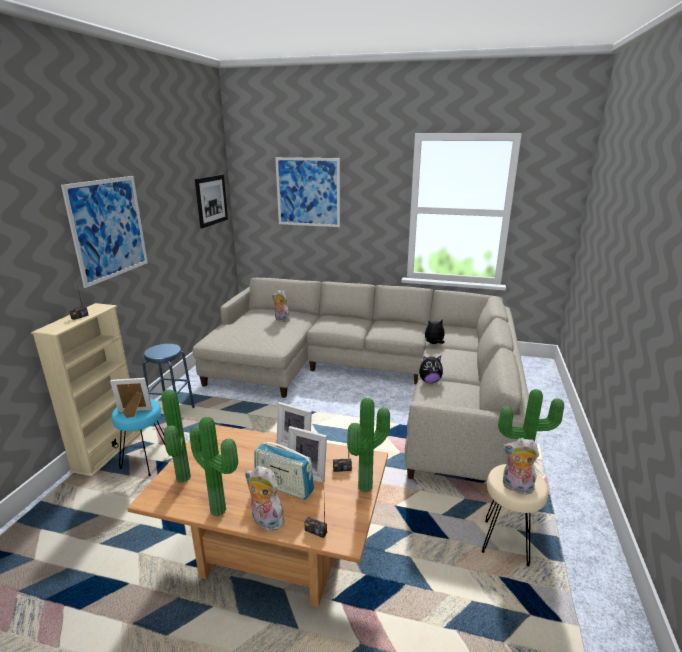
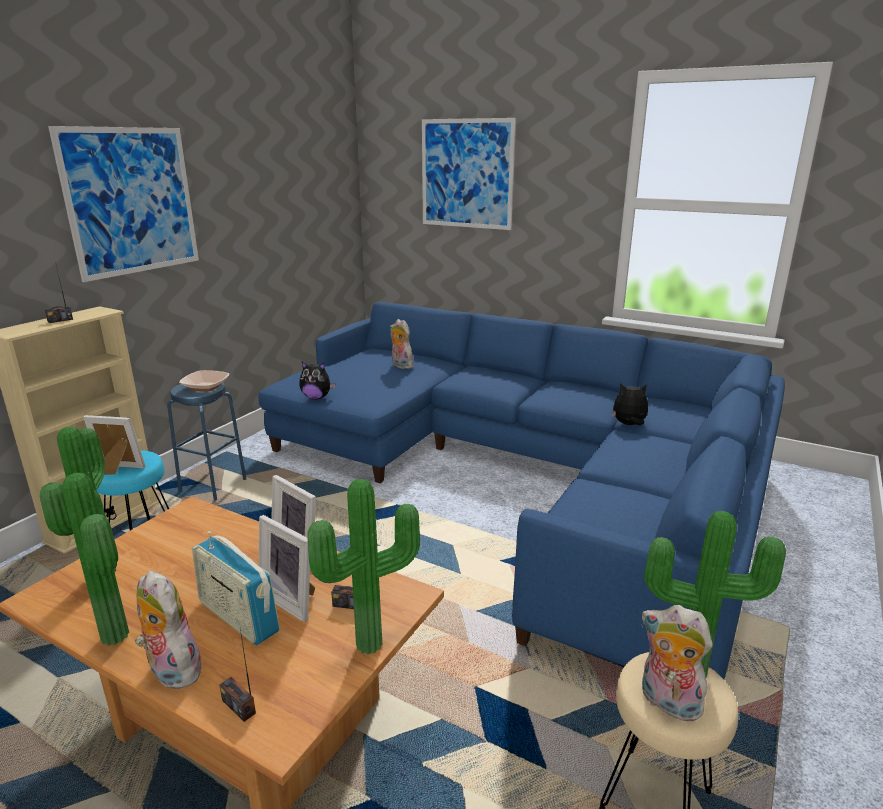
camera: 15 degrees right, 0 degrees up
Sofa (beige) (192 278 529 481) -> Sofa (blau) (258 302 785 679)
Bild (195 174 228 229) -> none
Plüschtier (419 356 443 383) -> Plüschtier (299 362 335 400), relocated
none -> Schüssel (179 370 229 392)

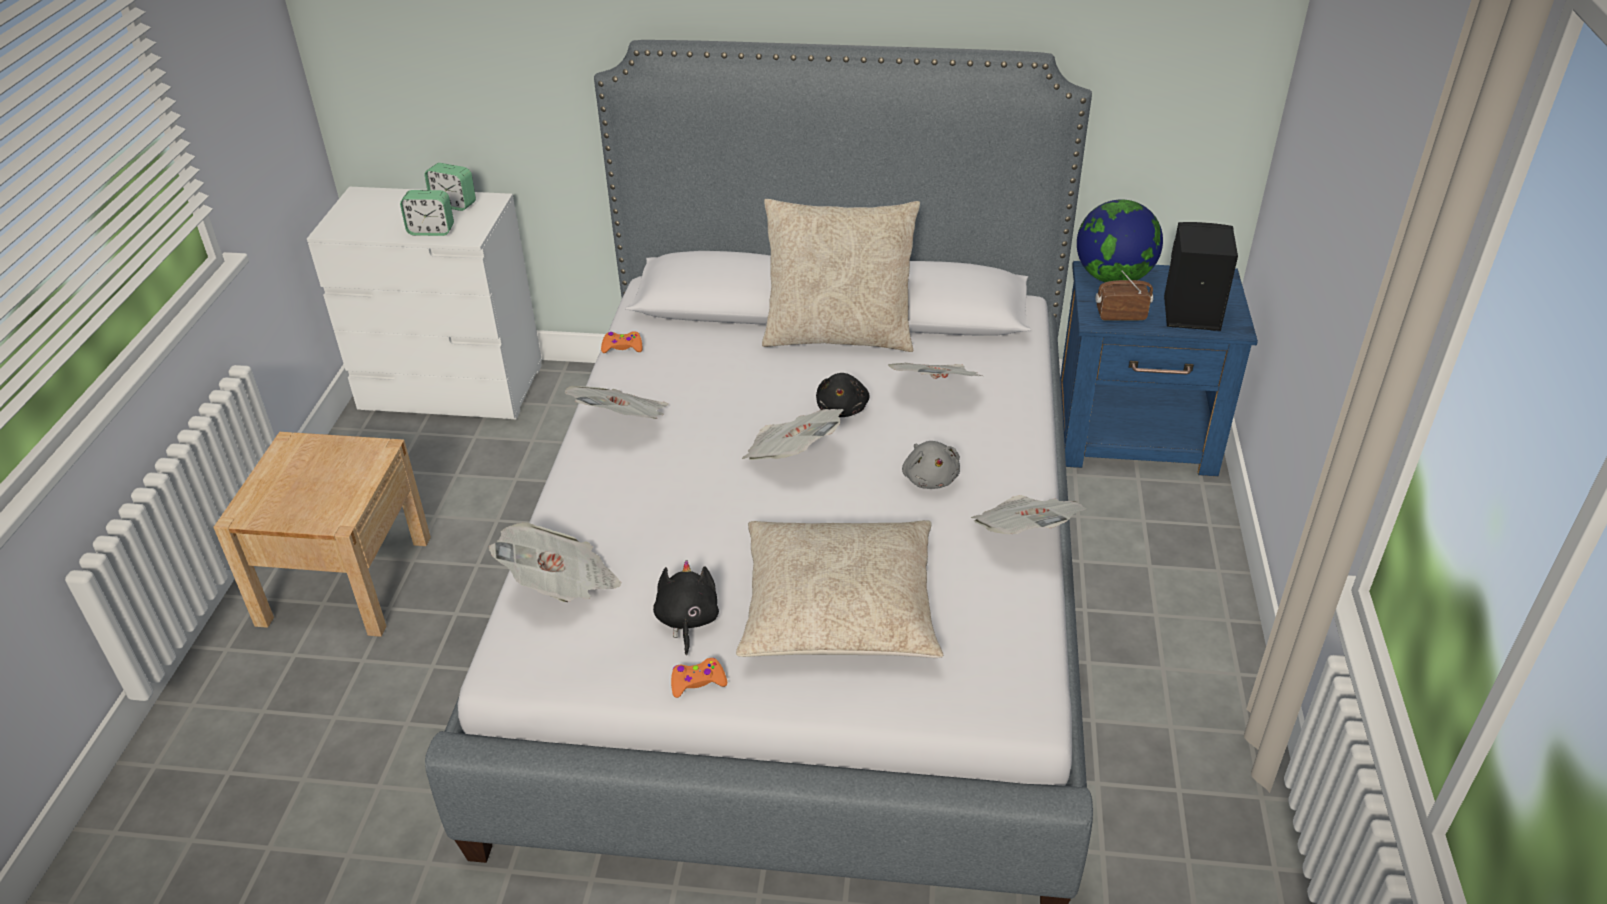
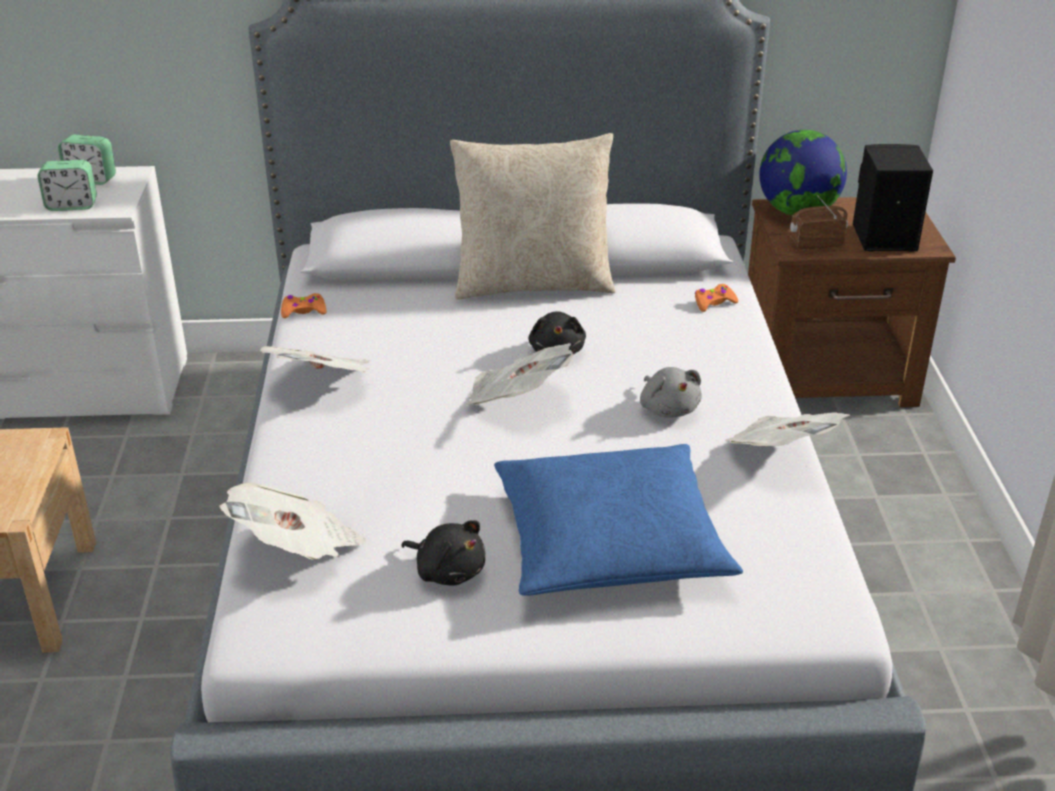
camera: 10 degrees left, 5 degrees down
Plüschtier (schwarz) (653 560 719 656) -> Plüschtier (schwarz) (401 520 485 585), 135 degrees clockwise
Gamepad (orange) (671 658 727 698) -> Gamepad (orange) (695 284 738 312), relocated
Kissen (beige) (736 520 943 658) -> Kissen (blau) (494 444 743 596)
Zeitung (888 363 982 379) -> none
Nachttisch (blau) (1060 261 1258 476) -> Nachttisch (braun) (748 197 956 407)

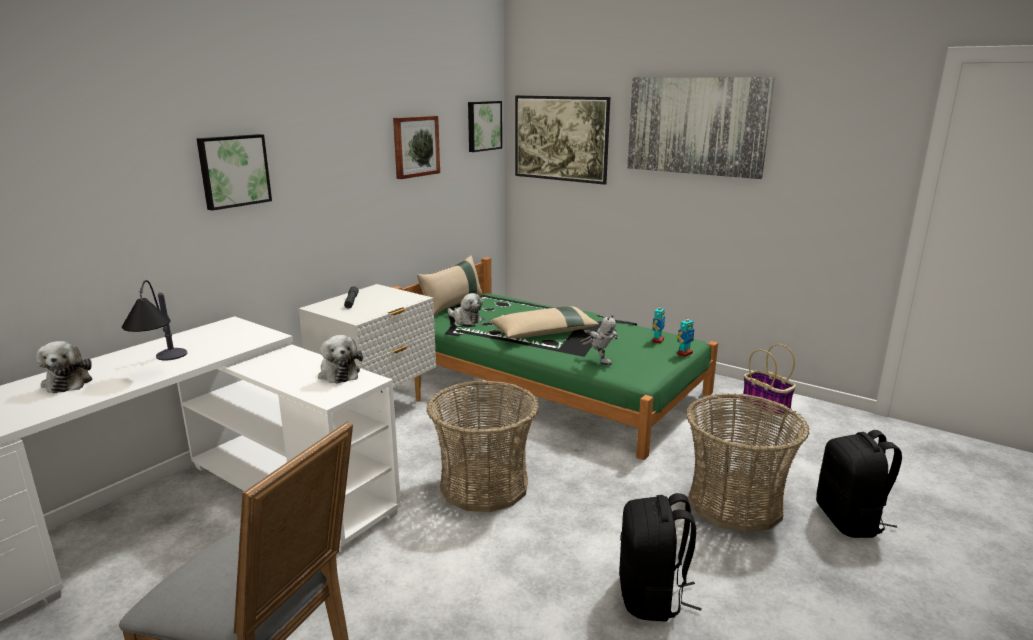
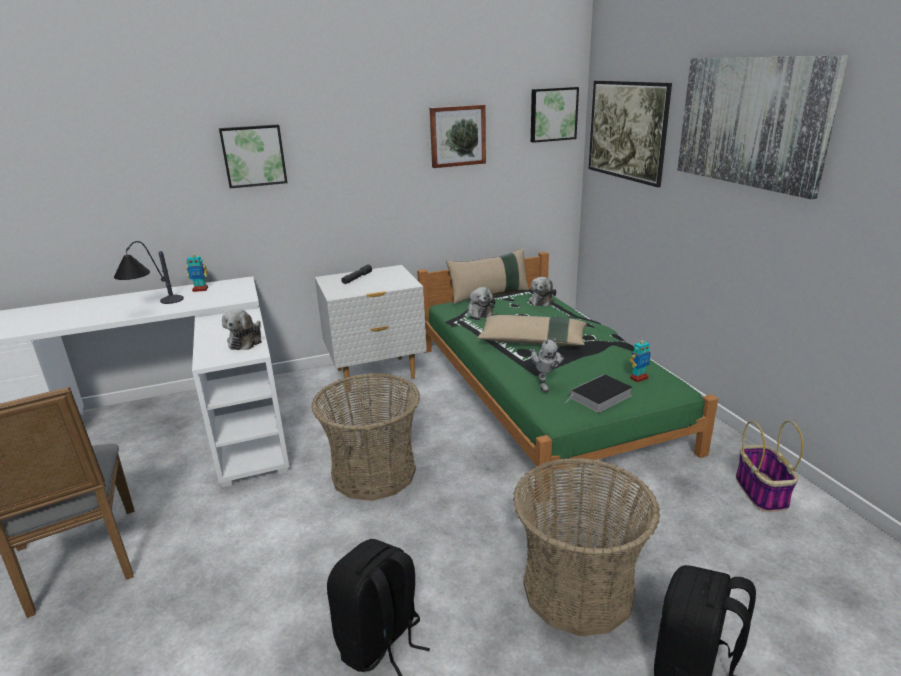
camera: 35 degrees right, 5 degrees up
Plüschtier (36 341 93 393) -> Plüschtier (529 277 556 306), relocated
Spielzeugroboter (677 317 694 357) -> Spielzeugroboter (186 254 208 292), relocated
none -> Buch (565 374 633 413)

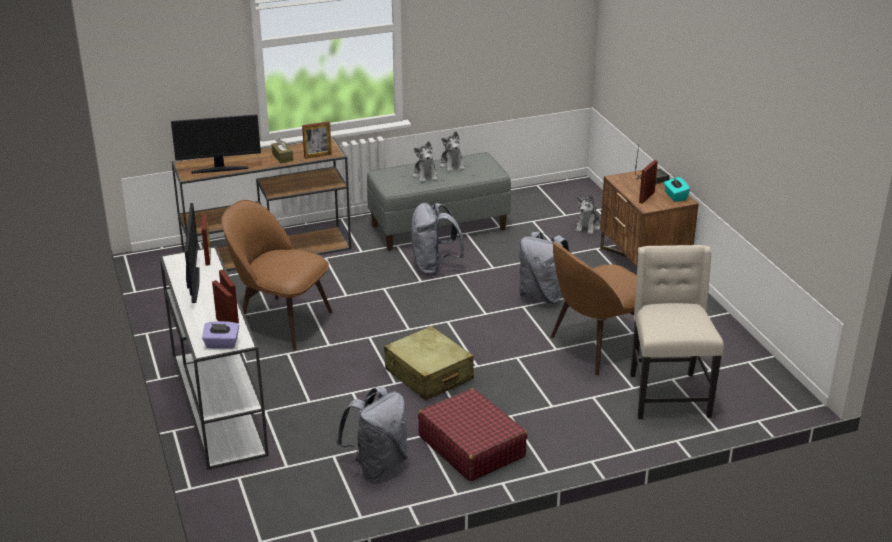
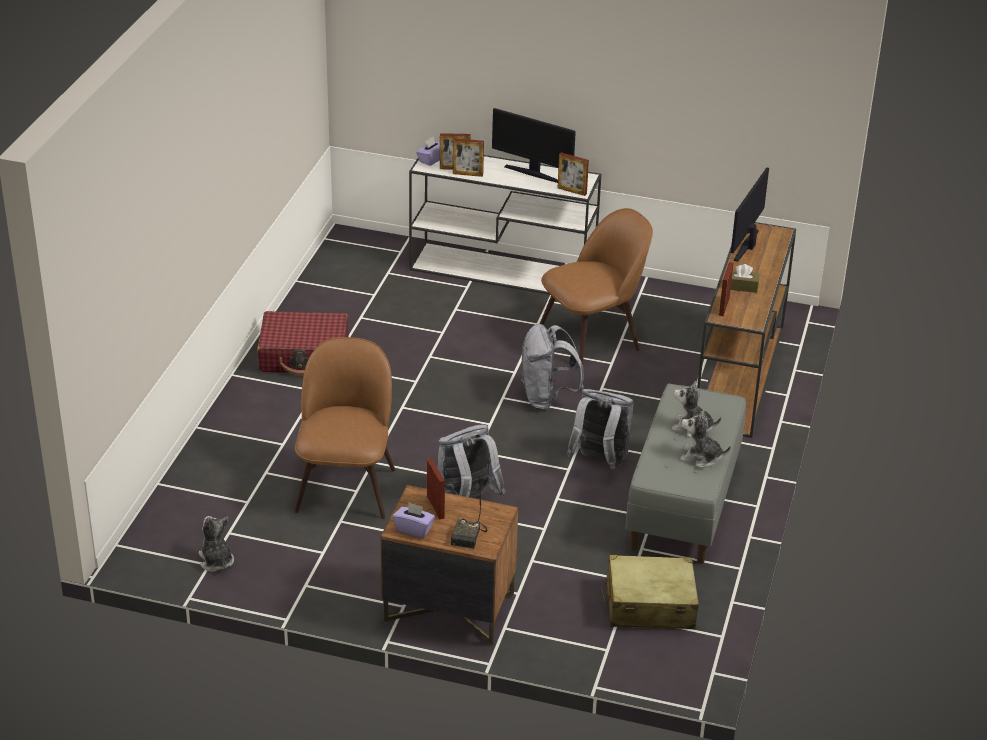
camera: 125 degrees right, 5 degrees up
Rucksack (grau) (336 387 408 479) -> Rucksack (grau) (521 324 584 411), relocated
Koffer (beige) (384 326 474 400) -> Koffer (beige) (601 555 699 629), relocated
Plüschtier (575 195 600 235) -> Plüschtier (198 516 234 572), relocated
Stuhl (beige) (630 245 724 419) -> none
Taschentuchbox (türkis) (664 176 690 202) -> Taschentuchbox (lila) (393 503 435 538)

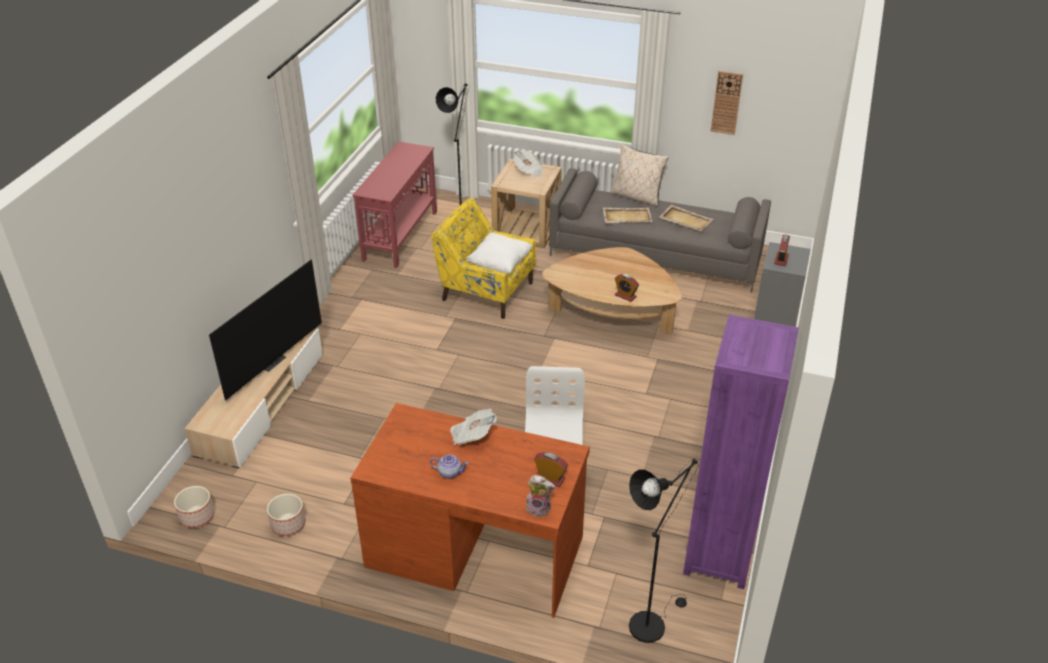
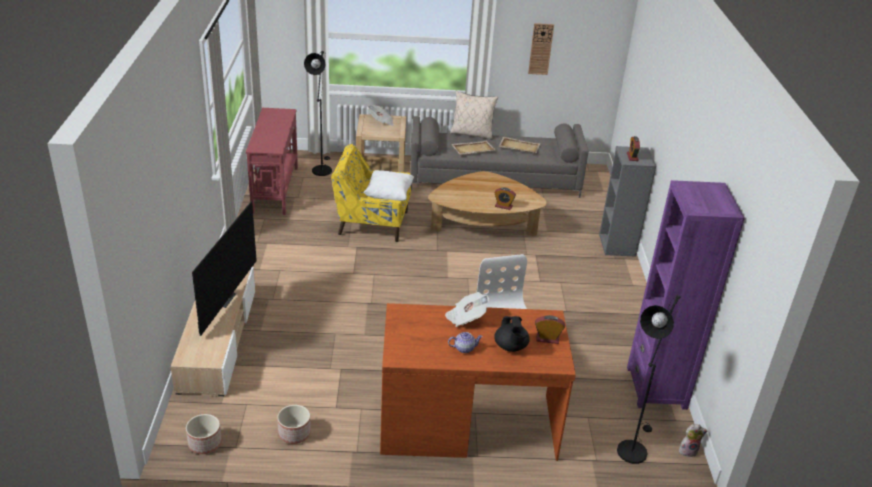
camera: 20 degrees left, 5 degrees down
Plüschtier (526 475 555 517) -> Plüschtier (679 424 707 457), relocated
none -> Teekanne (schwarz) (494 316 530 352)

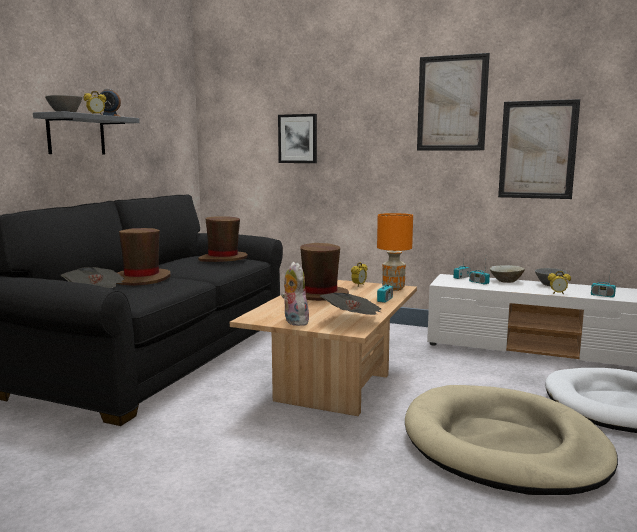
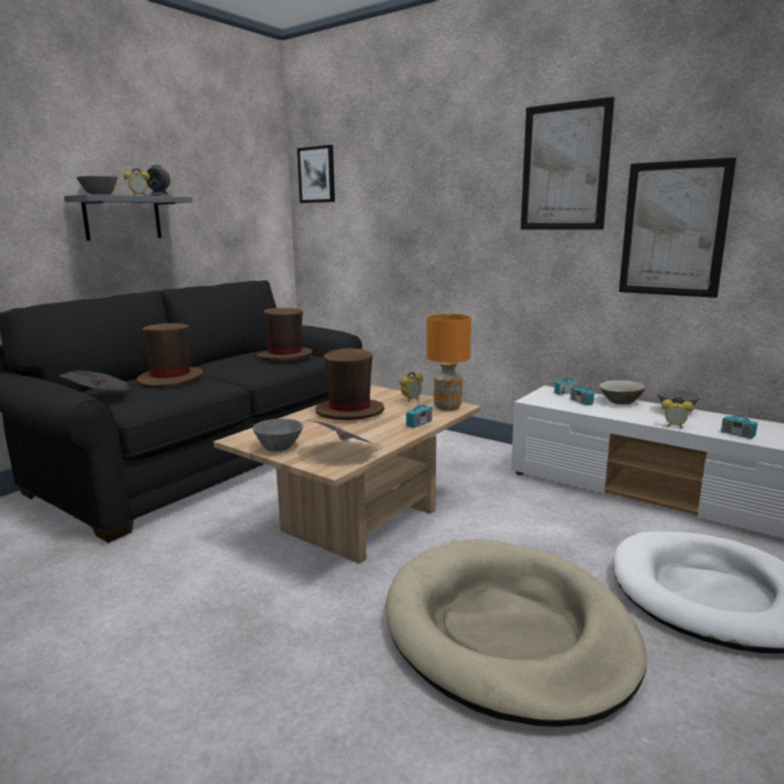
camera: 15 degrees right, 5 degrees up
Bild (278 114 317 163) -> Bild (297 145 335 203), relocated
Plüschtier (281 262 309 326) -> Schüssel (grau) (253 419 303 452)

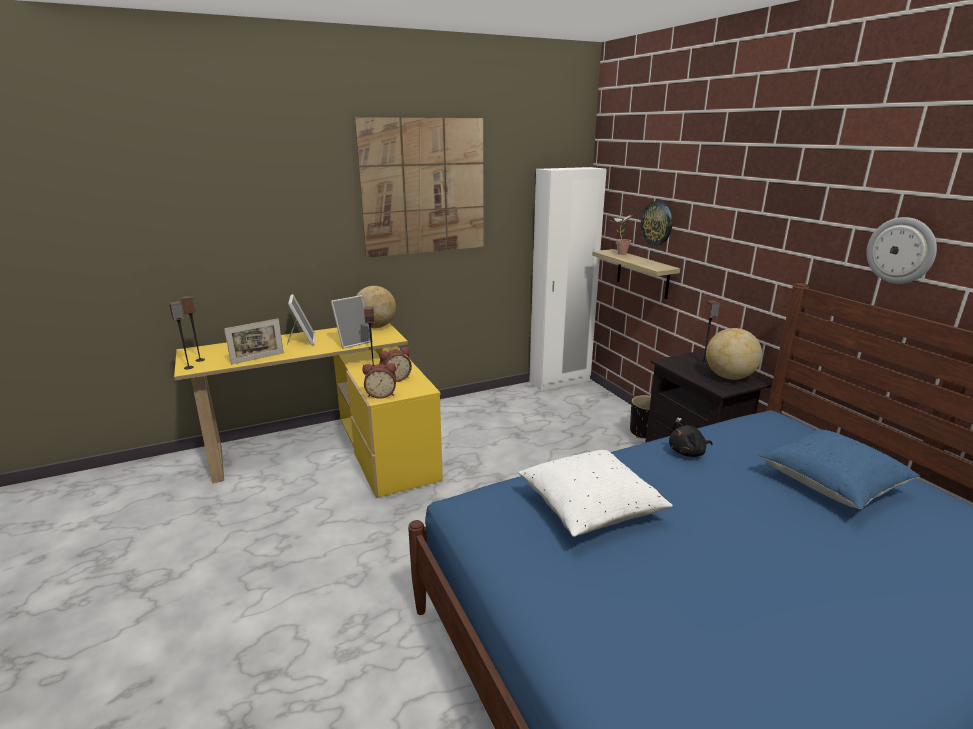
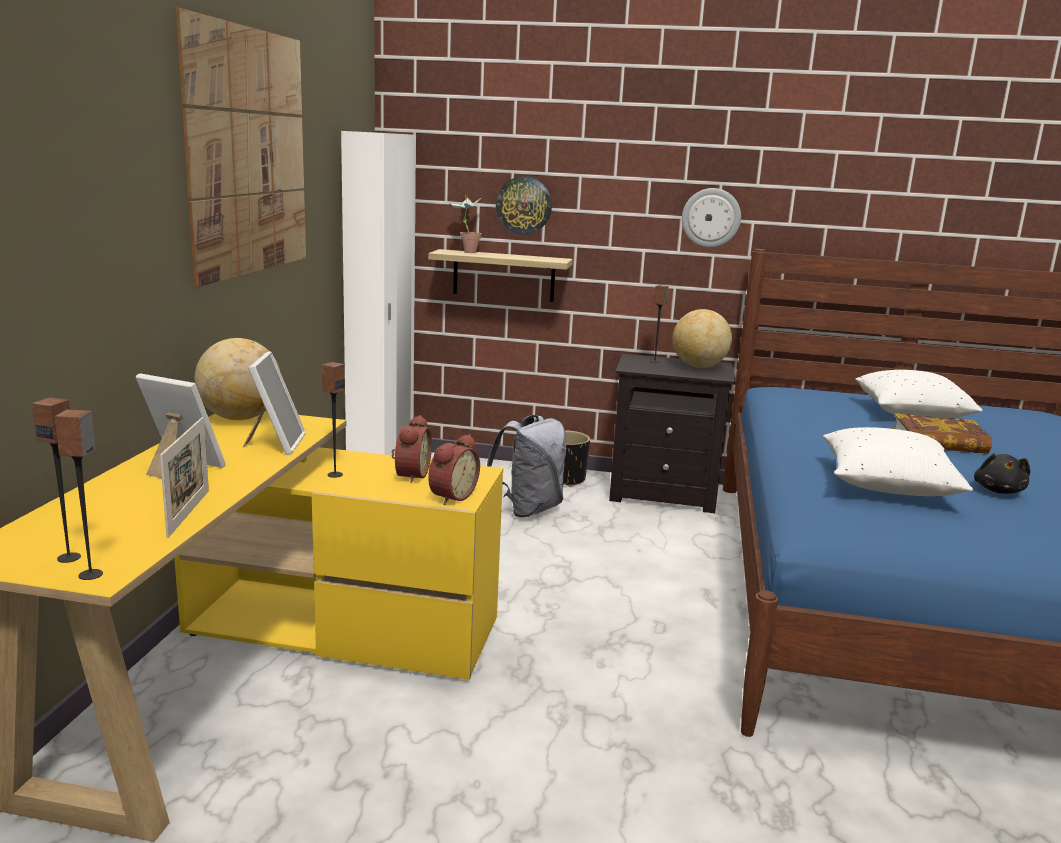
camera: 55 degrees left, 5 degrees down
Plüschtier (schwarz) (669 421 713 457) -> Plüschtier (schwarz) (974 453 1030 494), relocated
Kissen (blau) (758 430 920 509) -> Kissen (weiß) (855 370 983 418)
Wanduhr (866 217 937 284) -> Wanduhr (682 188 741 247), relocated
none -> Rucksack (grau) (487 415 566 518)
none -> Buch (892 413 992 454)

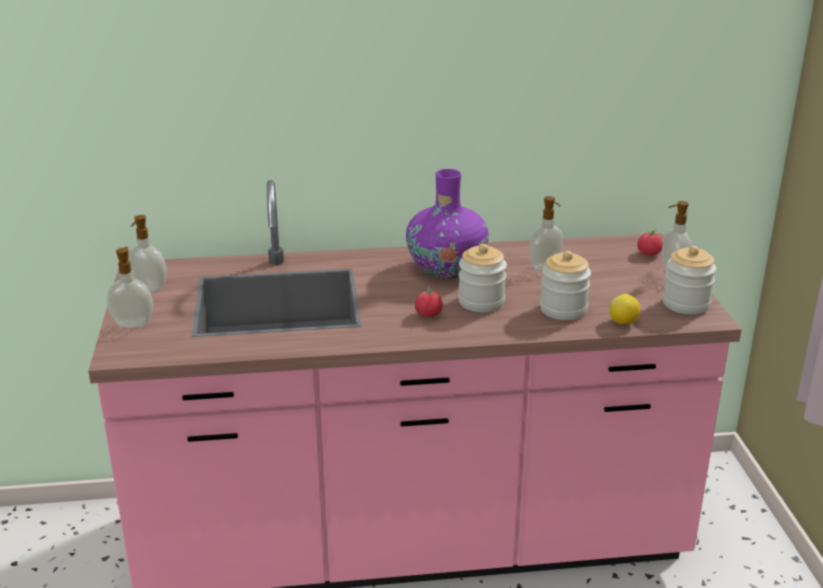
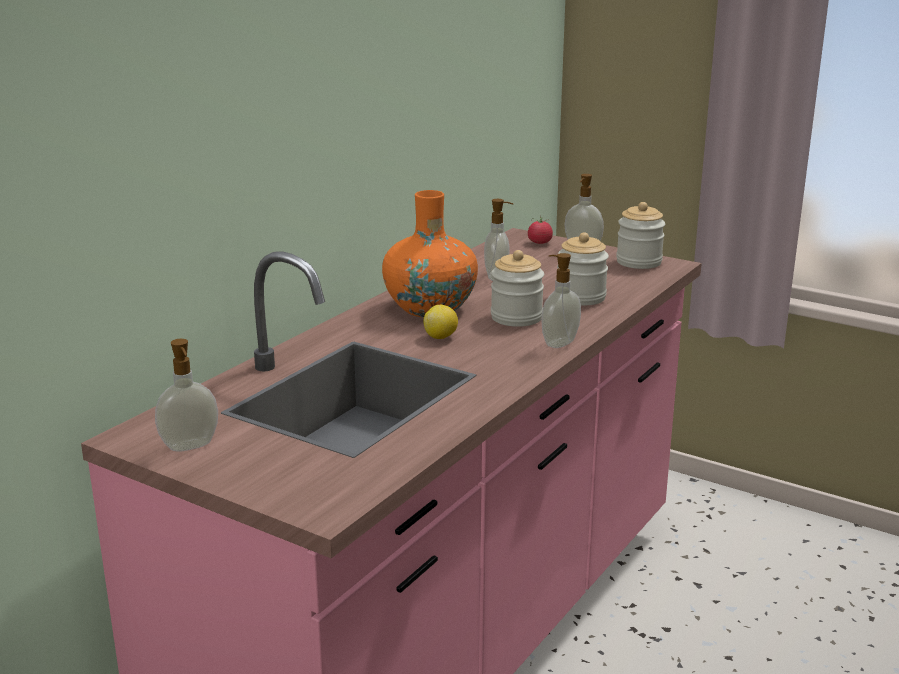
camera: 50 degrees left, 5 degrees down
Seifenspender (107 247 153 328) -> Seifenspender (541 253 581 348), relocated
Vase (lila) (406 169 489 279) -> Vase (orange) (382 190 478 318)
Tomate (415 287 443 317) -> none
Zitrone (609 294 640 324) -> Zitrone (424 305 458 339), relocated

